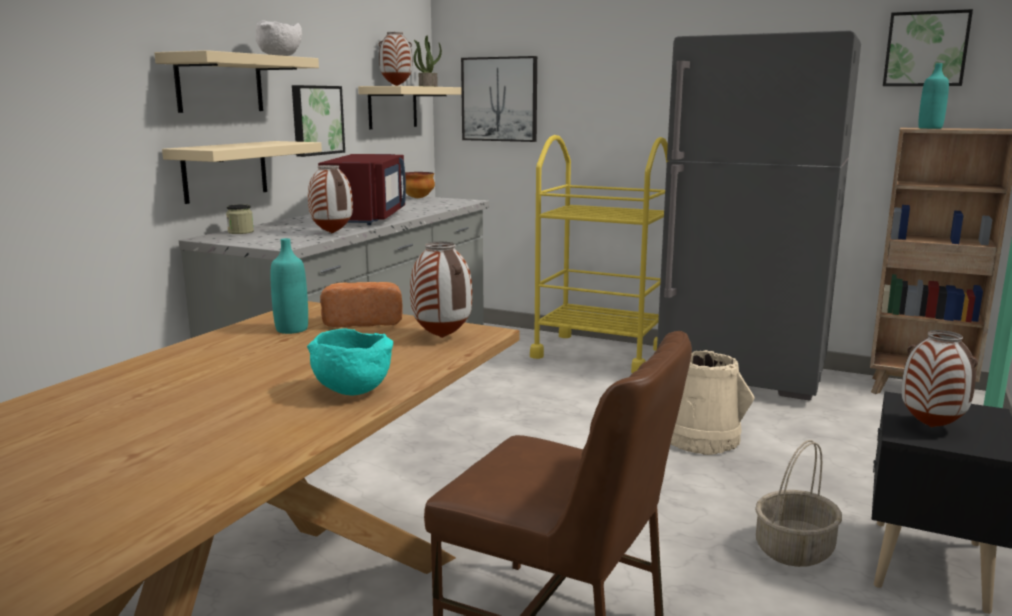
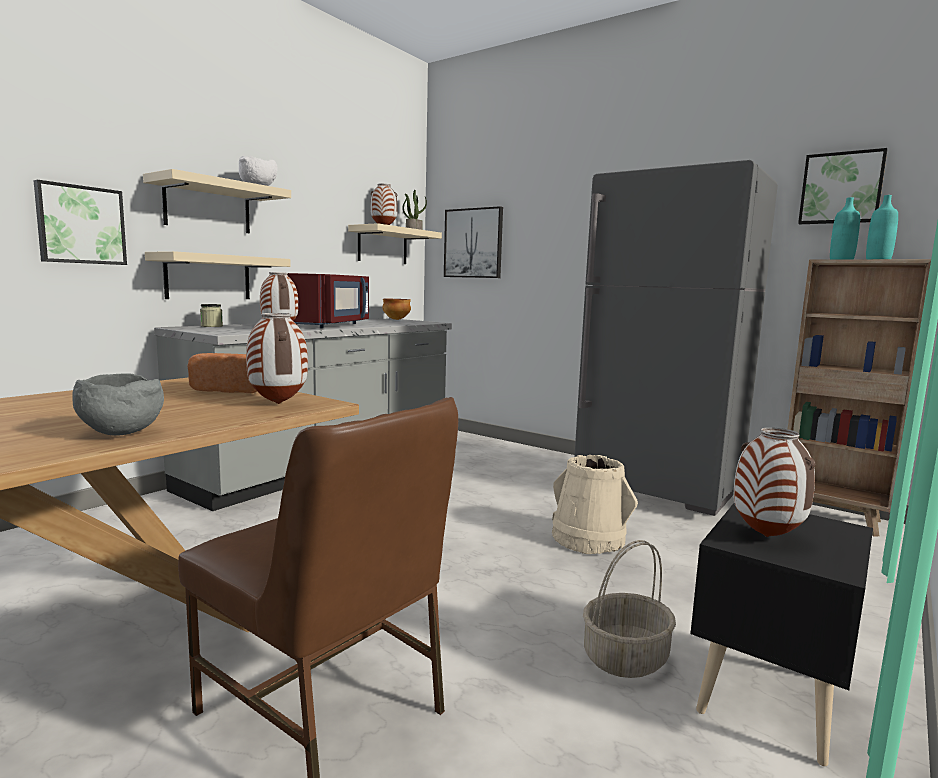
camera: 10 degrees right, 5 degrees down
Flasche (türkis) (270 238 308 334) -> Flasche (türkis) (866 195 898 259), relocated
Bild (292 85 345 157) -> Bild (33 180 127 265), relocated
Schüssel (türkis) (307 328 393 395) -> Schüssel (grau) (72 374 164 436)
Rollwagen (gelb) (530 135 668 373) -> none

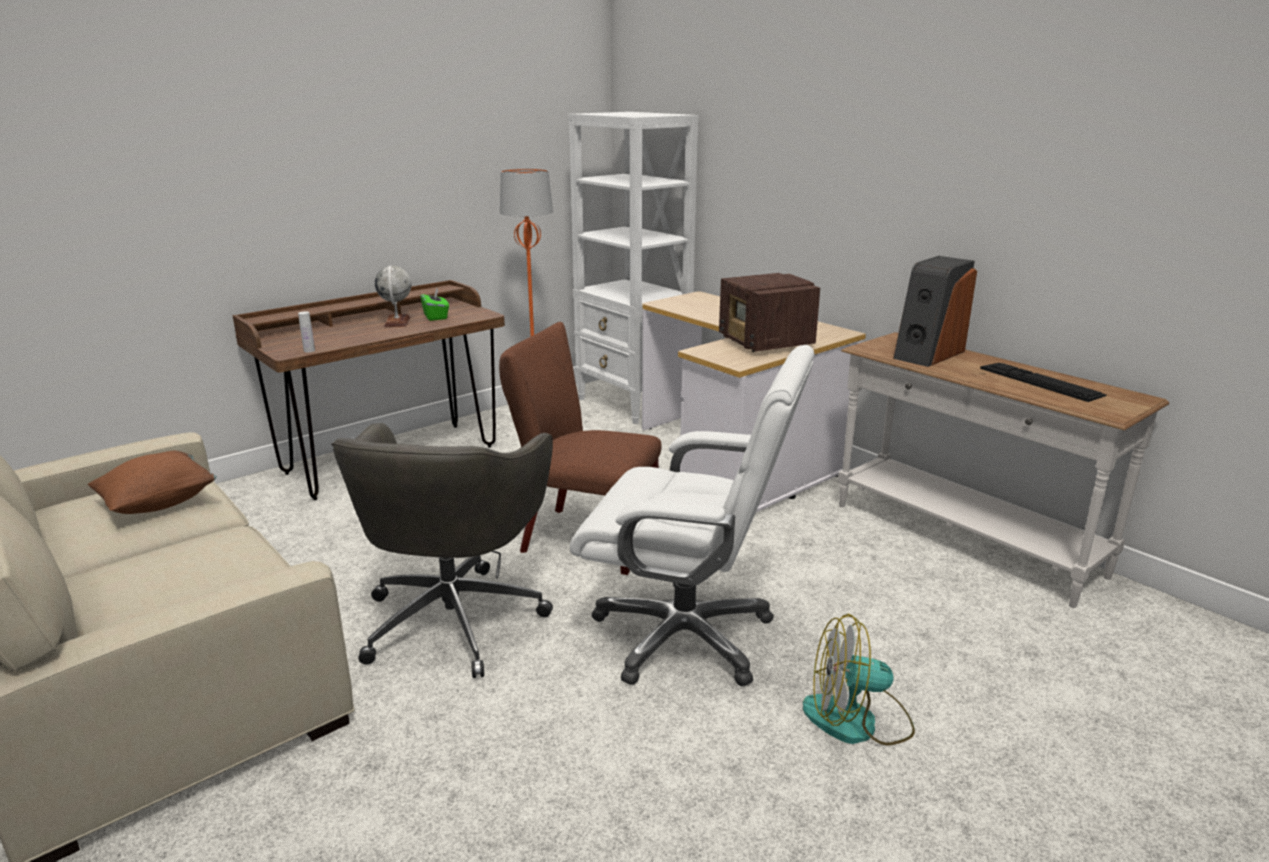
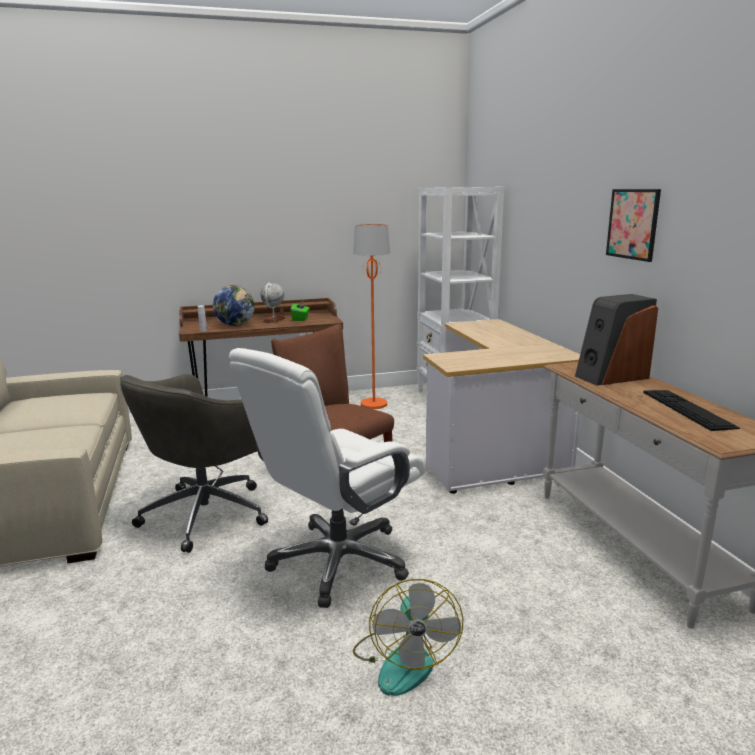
camera: 25 degrees right, 5 degrees down
Kissen (braun) (88 451 217 514) -> none
Bürostuhl (weiß) (570 345 815 686) -> Bürostuhl (weiß) (229 348 425 608), 90 degrees clockwise
Radio (719 273 820 352) -> none
Ventilator (803 614 915 745) -> Ventilator (353 579 463 696), 120 degrees counterclockwise
none -> Globus (213 285 255 326)
none -> Bild (606 189 661 262)

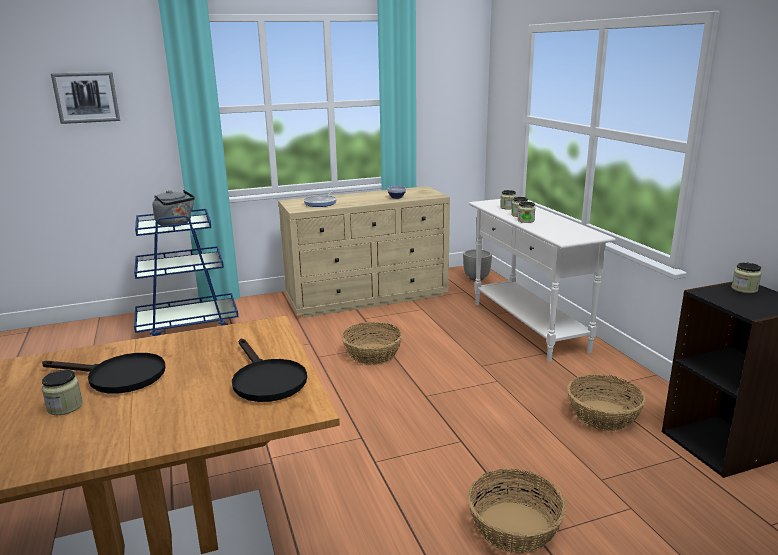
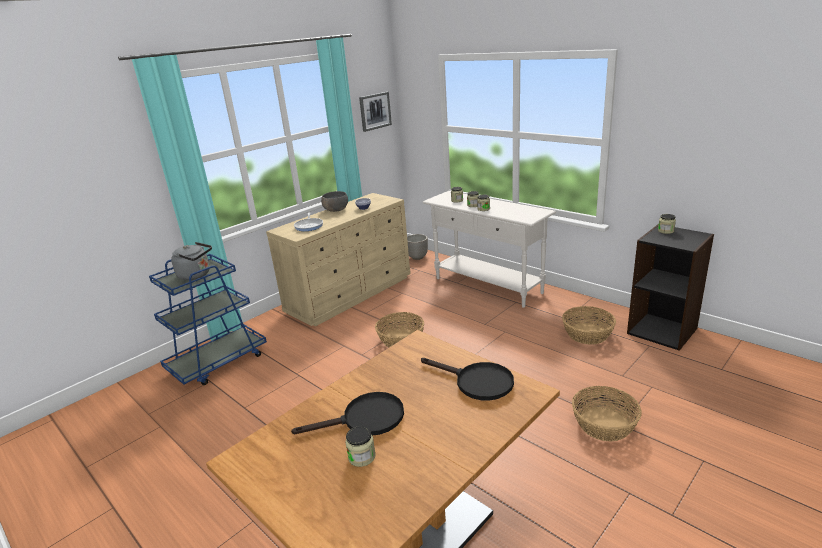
camera: 25 degrees left, 5 degrees up
Bild (51 72 120 124) -> Bild (359 92 392 132), relocated
none -> Schüssel (grau) (321 191 348 212)

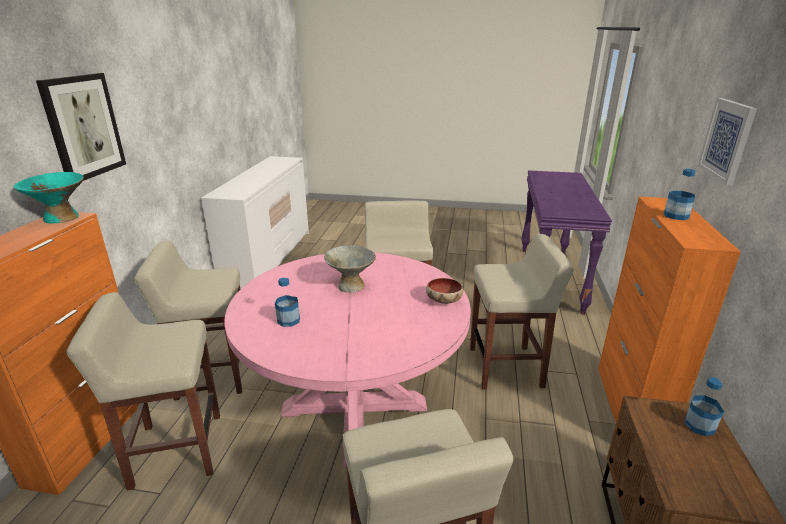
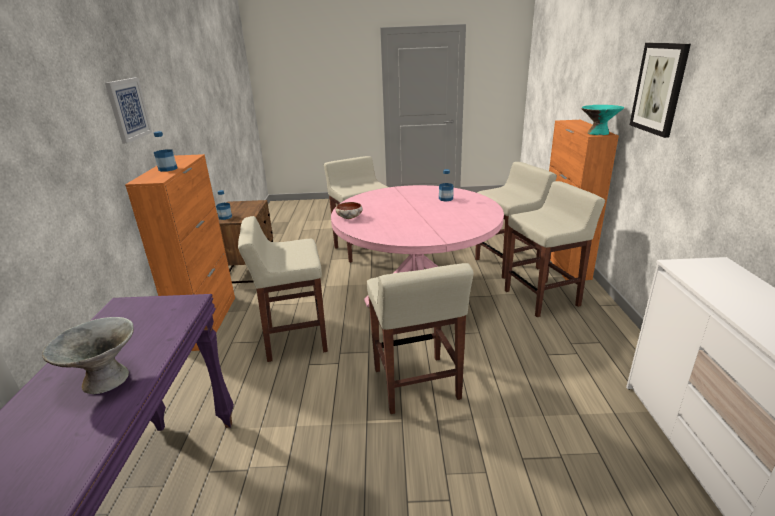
camera: 170 degrees right, 0 degrees up
Schüssel (grau) (324 245 376 293) -> Schüssel (grau) (42 317 134 394), relocated

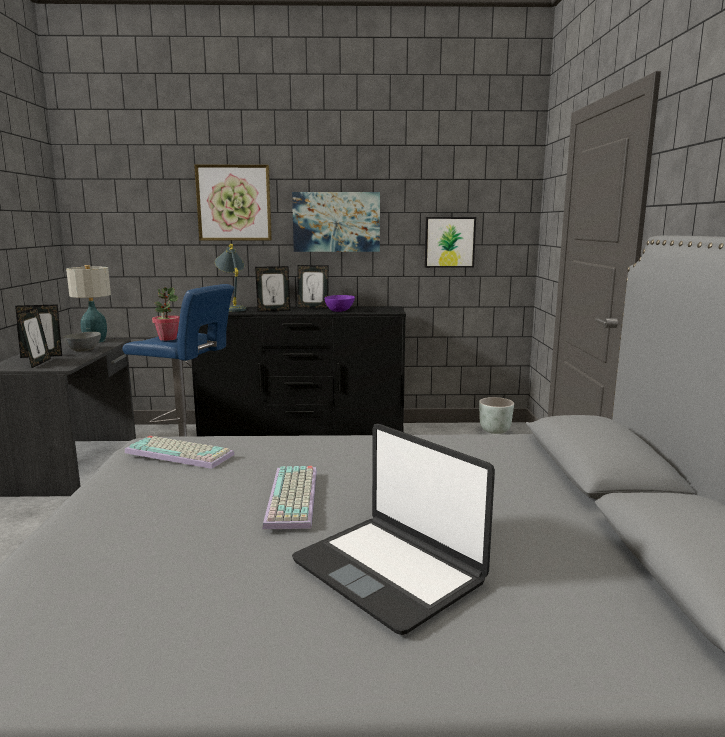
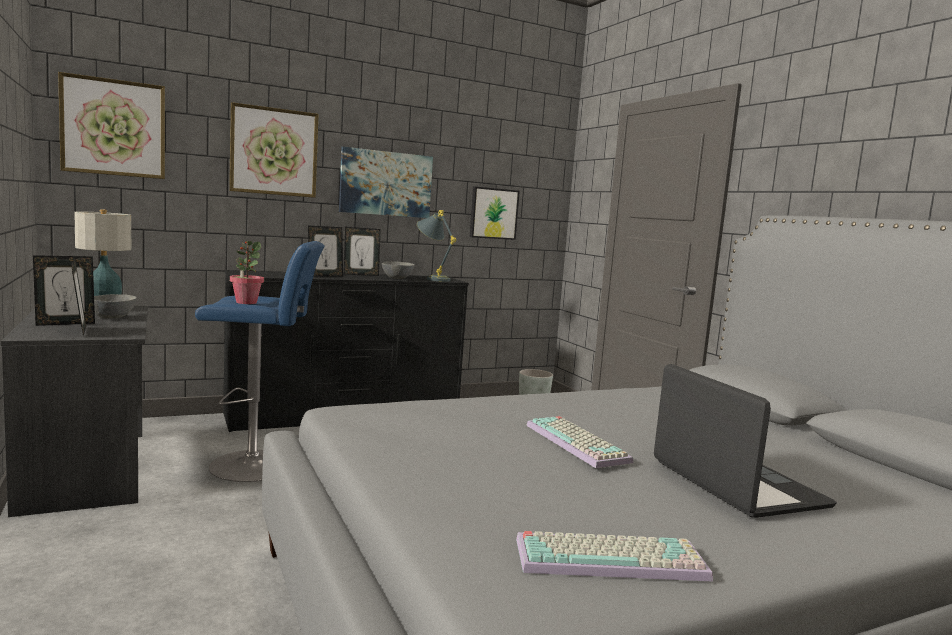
camera: 25 degrees left, 5 degrees down
Tastatur (124 436 235 469) -> Tastatur (516 531 713 582), relocated
Tischlampe (grau) (215 244 246 312) -> Tischlampe (grau) (417 210 456 282), relocated
Laptop (292 424 495 635) -> Laptop (654 364 837 518), 135 degrees counterclockwise
Schüssel (lila) (324 295 355 312) -> Schüssel (grau) (382 261 415 279)
none -> Bild (58 72 165 179)

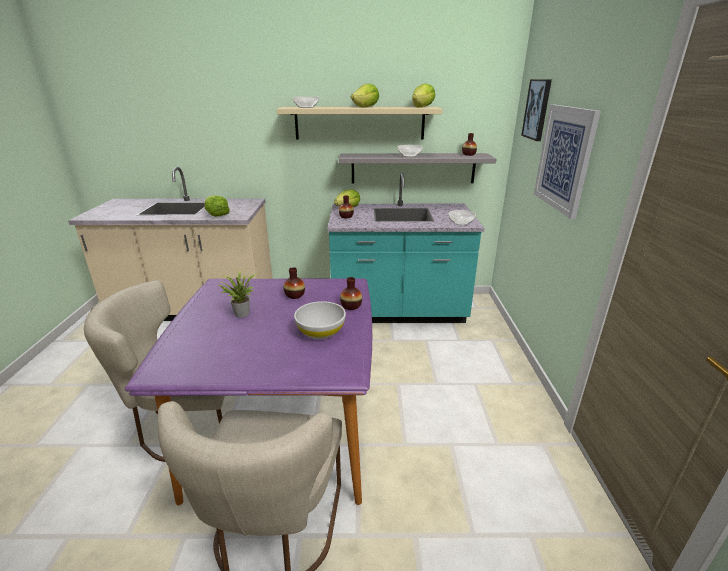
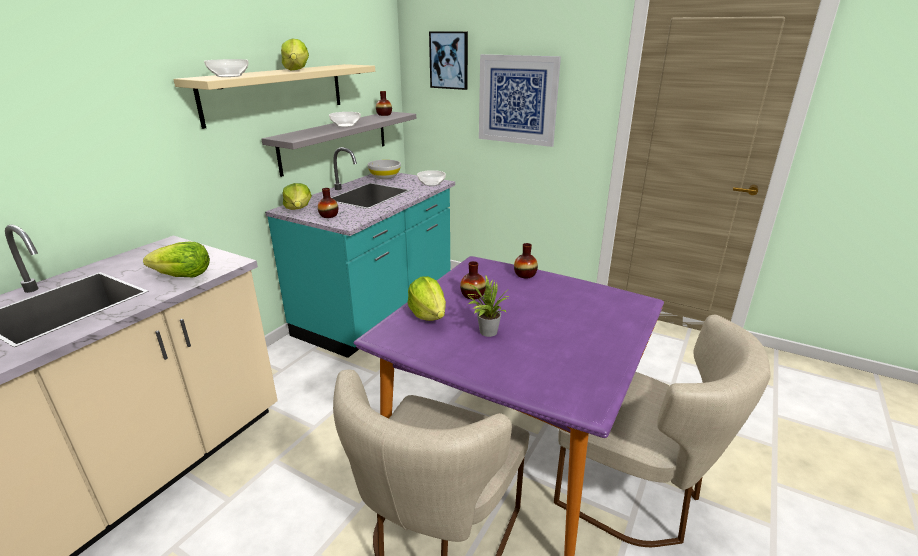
camera: 60 degrees left, 0 degrees up
Schüssel (weiß) (294 301 346 339) -> Schüssel (weiß) (368 160 401 179), relocated
Salatkopf (412 84 435 107) -> Salatkopf (407 276 446 321), relocated

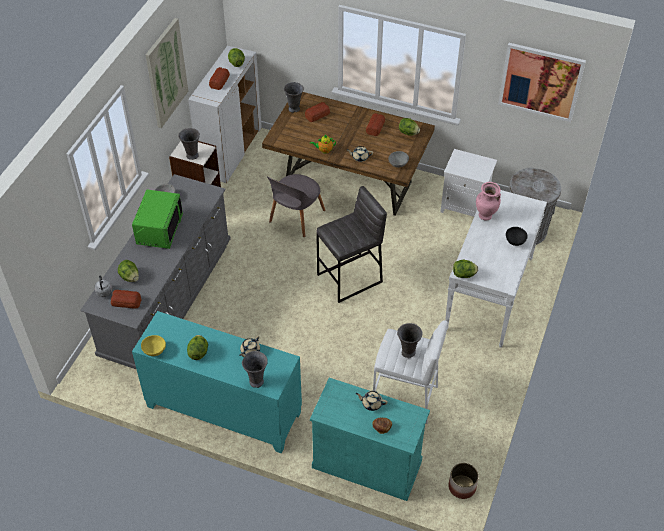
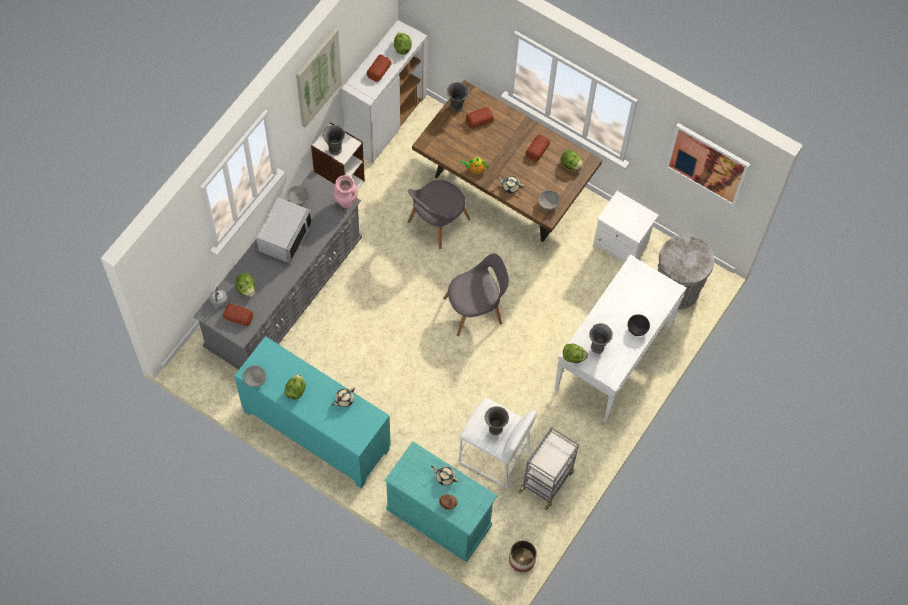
camera: 10 degrees right, 15 degrees up
Mikrowelle (grün) (132 189 183 249) -> Mikrowelle (grau) (256 197 312 264)
Schüssel (gelb) (141 335 166 356) -> Schüssel (grau) (243 366 266 387)
Vase (grau) (242 351 268 388) -> Vase (grau) (589 323 613 354), relocated
Hocker (grau) (316 186 387 303) -> Stuhl (grau) (443 253 509 336)
Vase (rosa) (476 182 501 221) -> Vase (rosa) (333 175 358 208), relocated
none -> Rollwagen (grau) (519 427 579 510)

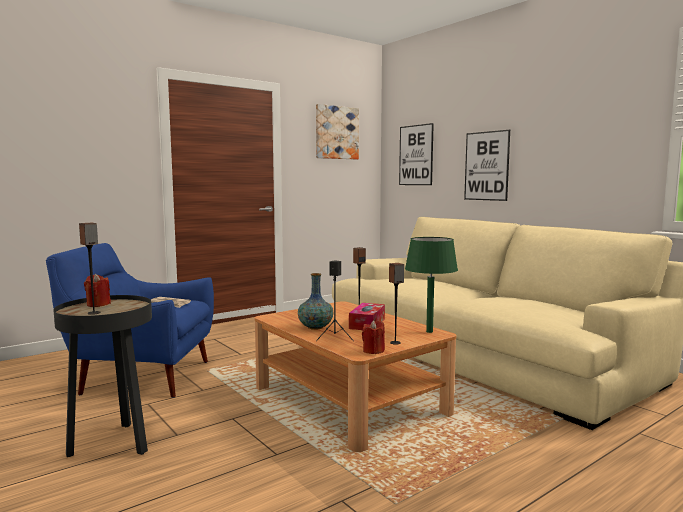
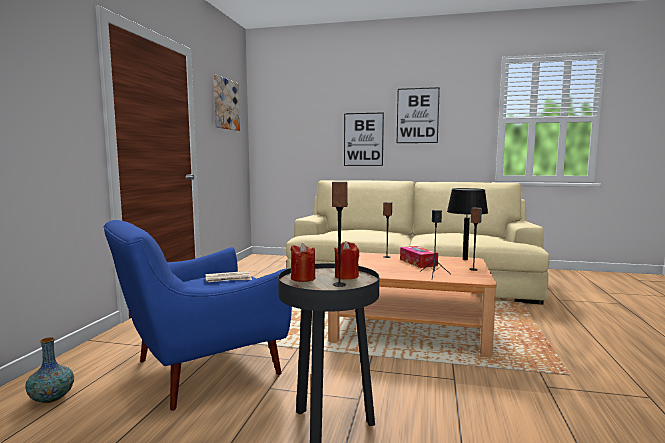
camera: 40 degrees left, 0 degrees up
Vase (298 273 333 330) -> Vase (25 337 74 403), relocated
Kerze (rot) (362 320 385 354) -> Kerze (rot) (334 241 359 280), relocated
Bild (399 123 434 185) -> Bild (397 87 440 143), relocated
Tischlampe (grün) (405 237 458 333) -> Tischlampe (schwarz) (447 188 488 260)

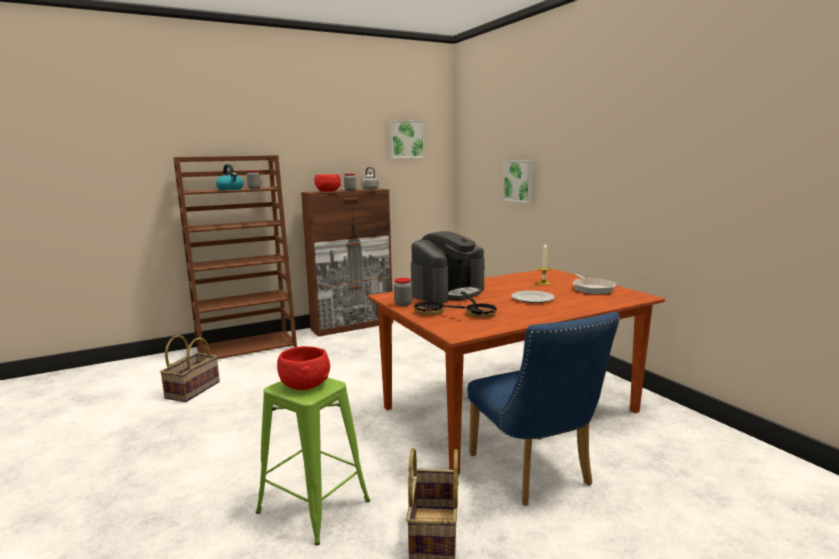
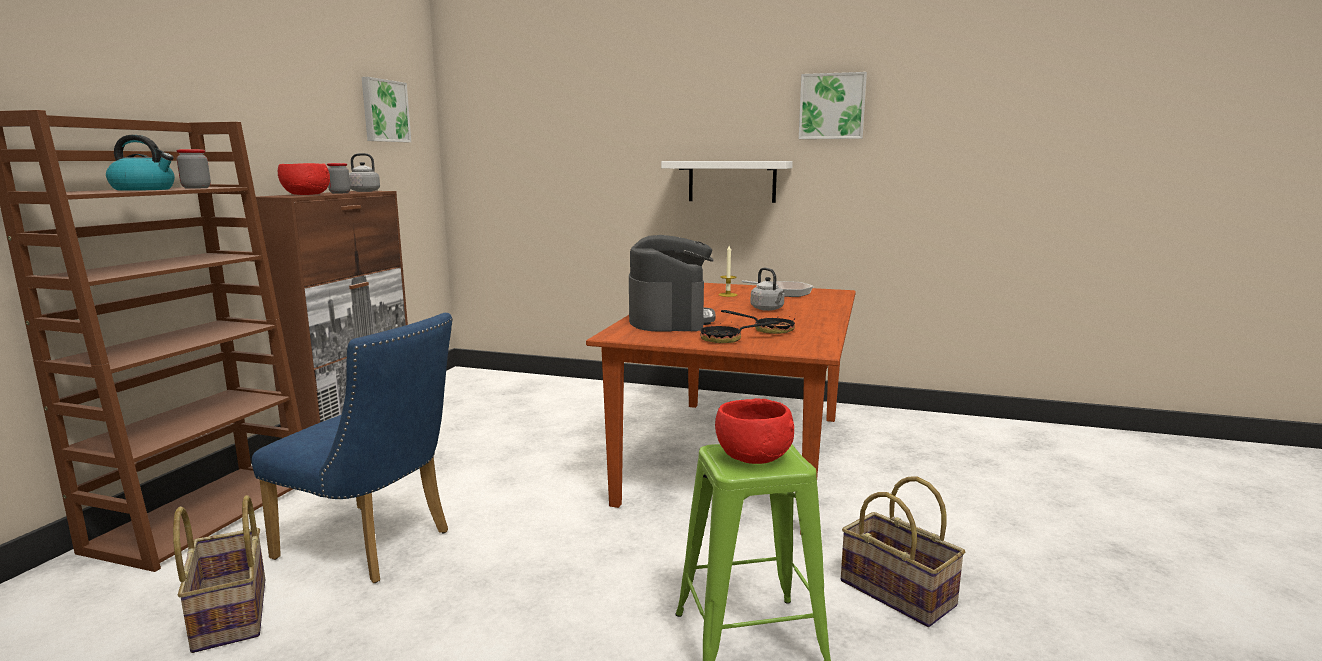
camera: 45 degrees left, 0 degrees up
Vorratsglas (394 278 412 306) -> none
Stuhl (blau) (467 312 620 506) -> Stuhl (blau) (252 313 453 583), relocated
Bild (503 160 534 203) -> Bild (799 72 867 139), relocated
Teller (511 291 555 303) -> Wasserkessel (grau) (750 268 785 311)
none -> Wandregal (weiß) (661 161 793 203)

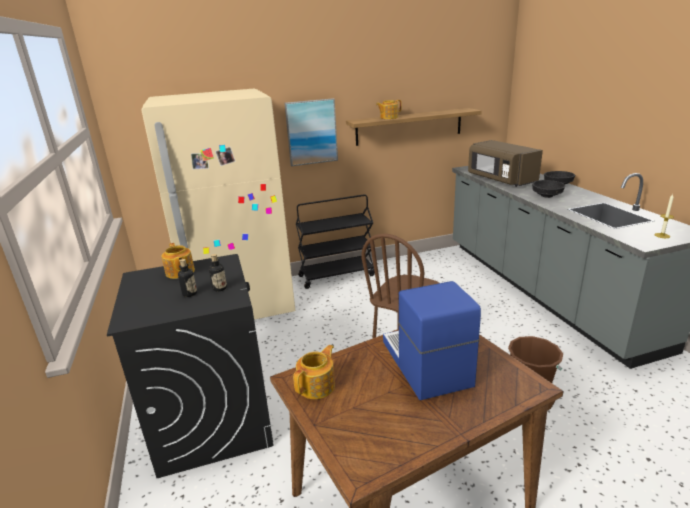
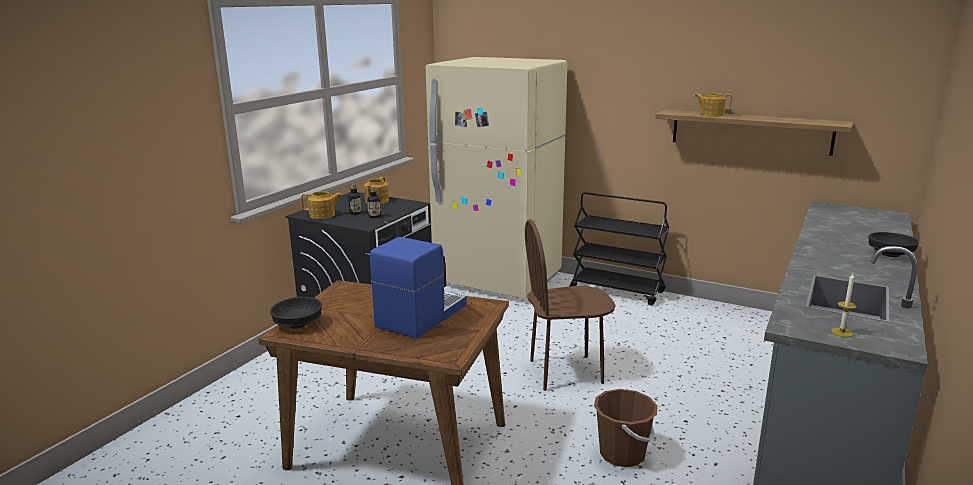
camera: 45 degrees right, 5 degrees down
Bild (285 98 338 166) -> none
Teekanne (293 345 335 399) -> Teekanne (301 191 342 219), relocated
Mikrowelle (braun) (468 140 543 187) -> none
Schüssel (schwarz) (532 180 565 198) -> Schüssel (schwarz) (270 297 322 329), relocated

